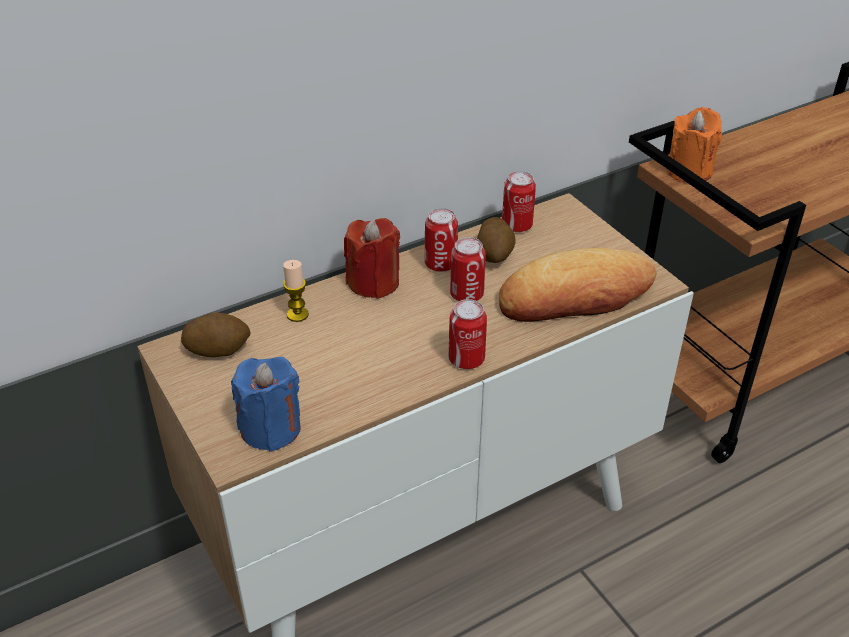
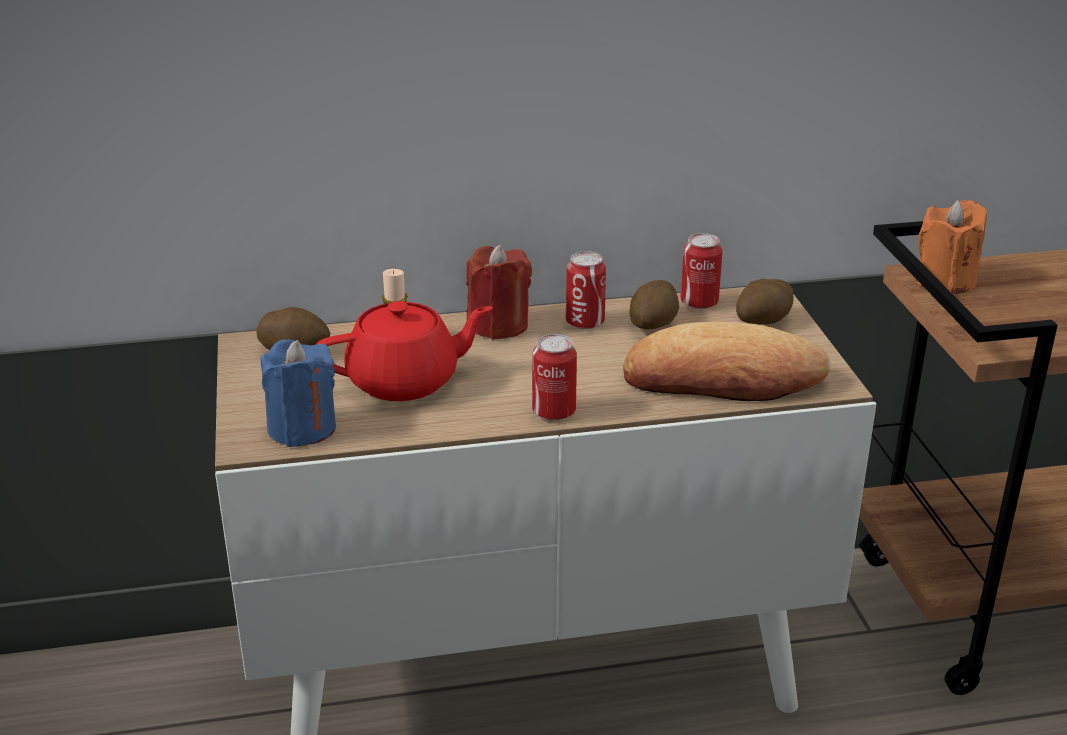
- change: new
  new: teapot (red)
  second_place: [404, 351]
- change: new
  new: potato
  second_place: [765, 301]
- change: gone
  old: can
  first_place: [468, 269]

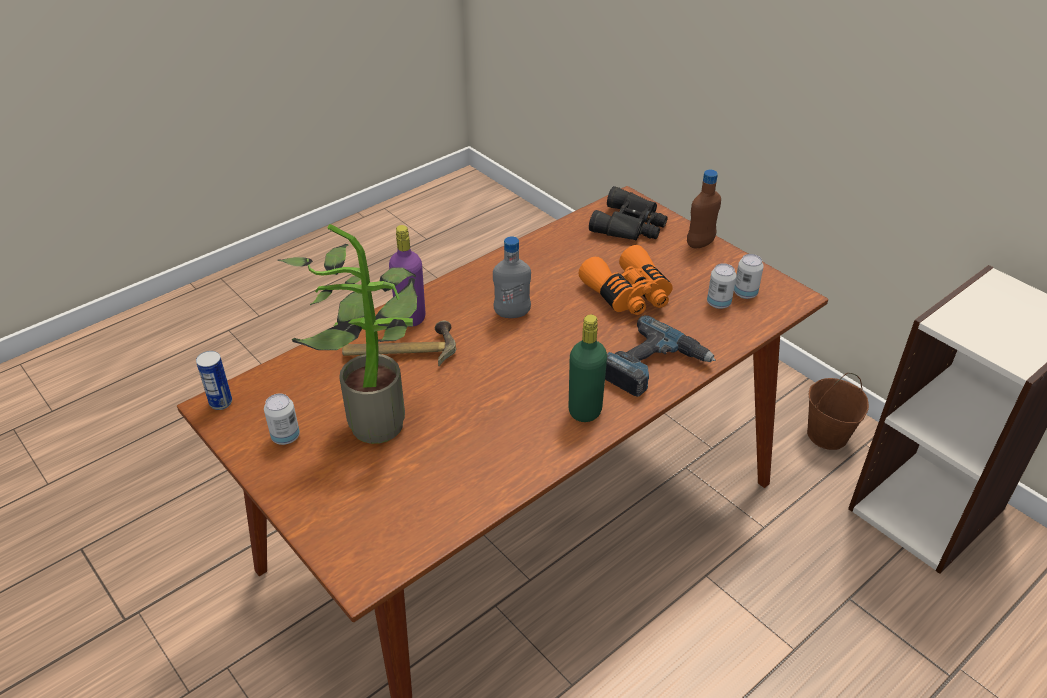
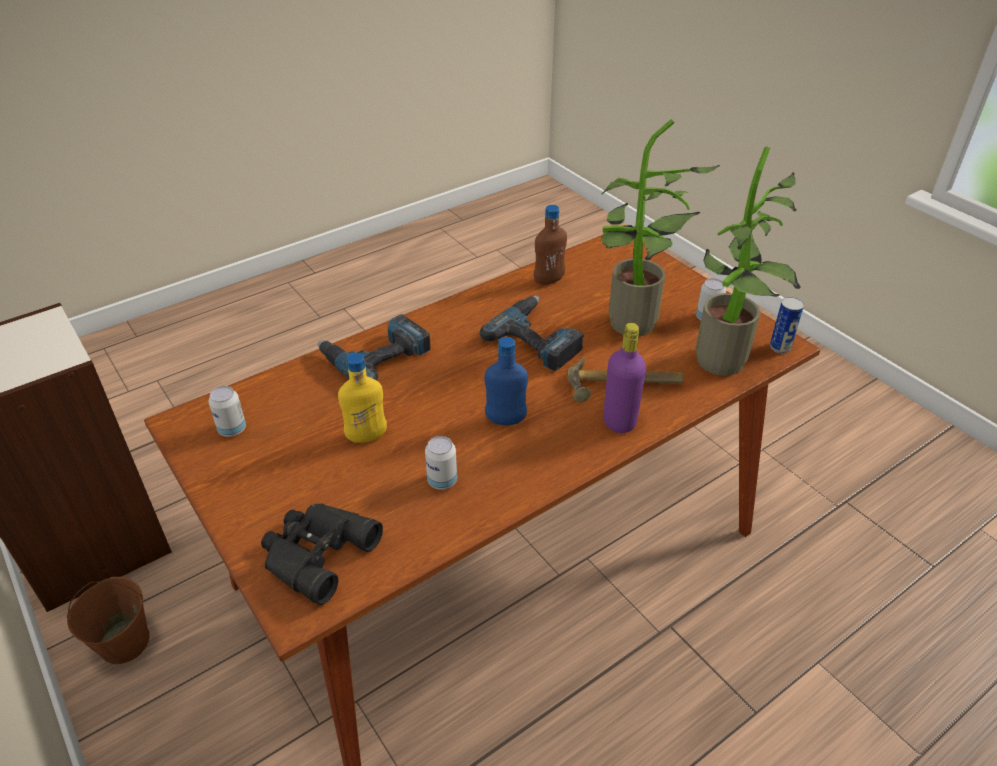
- change: swapped
  old: binoculars (orange)
  new: bottle (yellow)
  first_place: [626, 280]
  second_place: [362, 398]
- change: shifted
  old: can
  first_place: [721, 286]
  second_place: [441, 463]
- change: new
  new: power drill
  second_place: [532, 333]
- change: repainted
  old: bottle (grey)
  new: bottle (blue)
  first_place: [512, 277]
  second_place: [506, 381]
- change: shifted
  old: bottle (brown)
  first_place: [704, 209]
  second_place: [550, 245]
- change: new
  new: potted plant
  second_place: [748, 261]
- change: gone
  old: bottle (green)
  first_place: [587, 368]

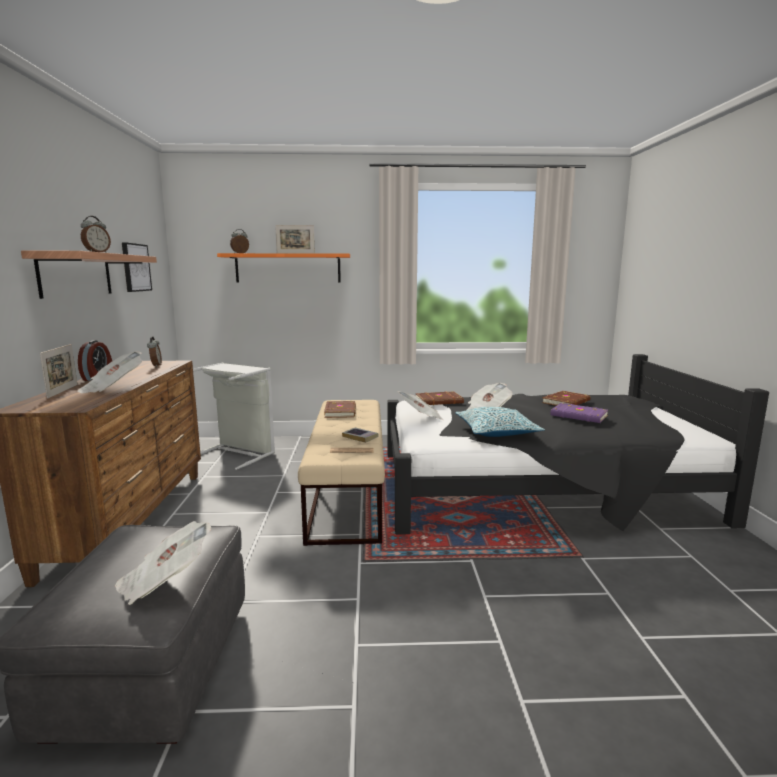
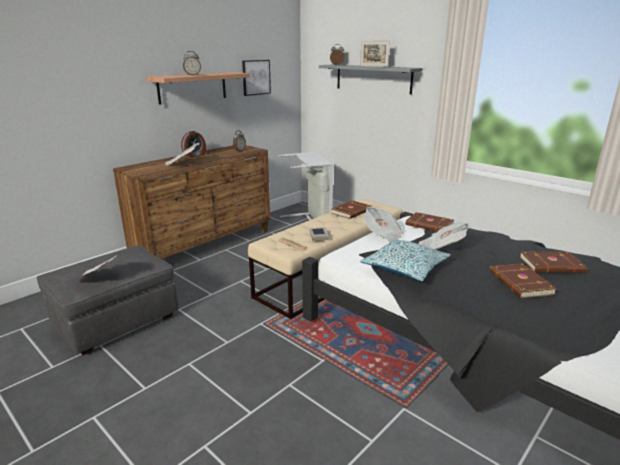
- change: repainted
  old: shelf (orange)
  new: shelf (grey)
  first_place: [283, 267]
  second_place: [371, 79]
- change: repainted
  old: book (purple)
  new: book (brown)
  first_place: [579, 413]
  second_place: [523, 280]
- change: gone
  old: picture frame
  first_place: [58, 371]

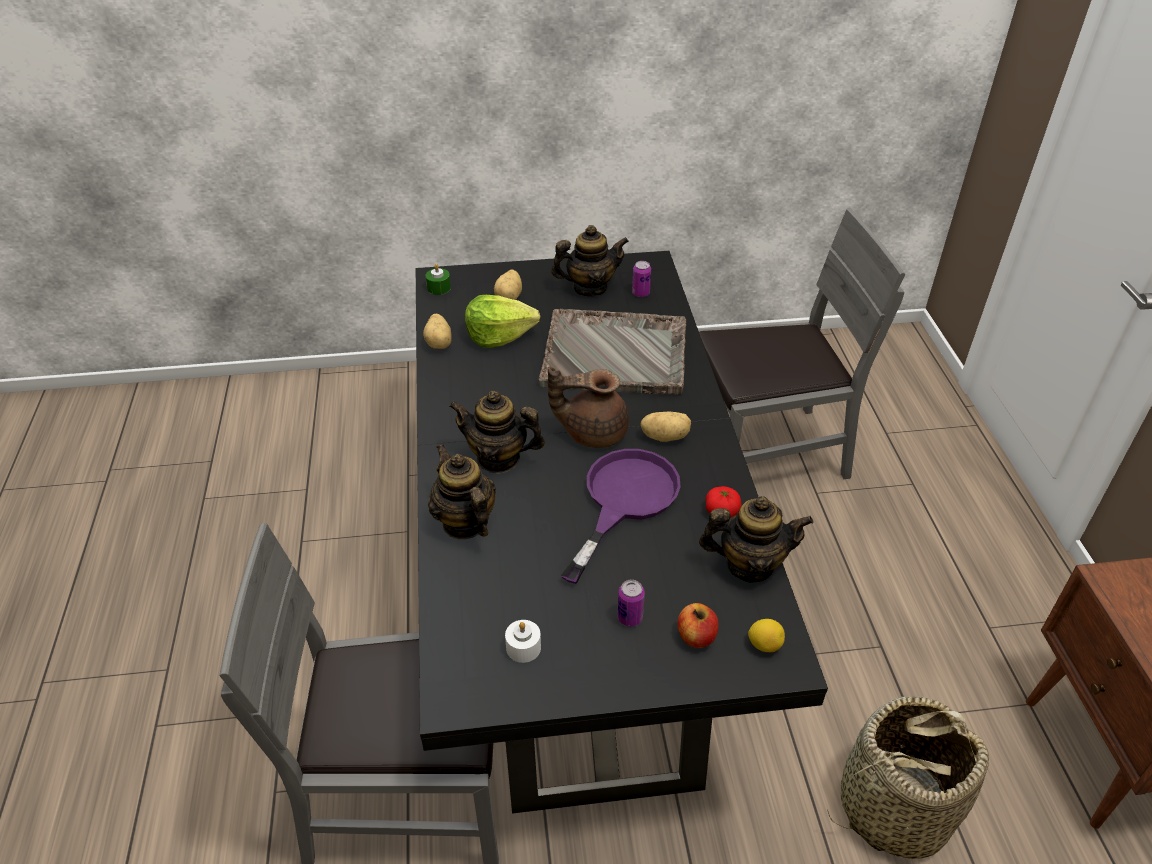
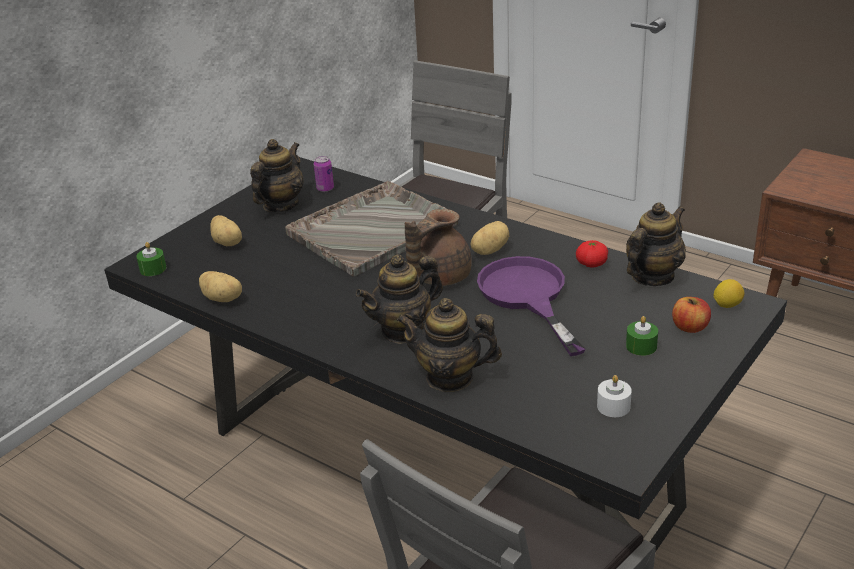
- change: swapped
  old: can
  new: candle (green)
  first_place: [631, 603]
  second_place: [642, 336]
- change: gone
  old: lettuce
  first_place: [502, 321]
- change: gone
  old: basket
  first_place: [908, 777]

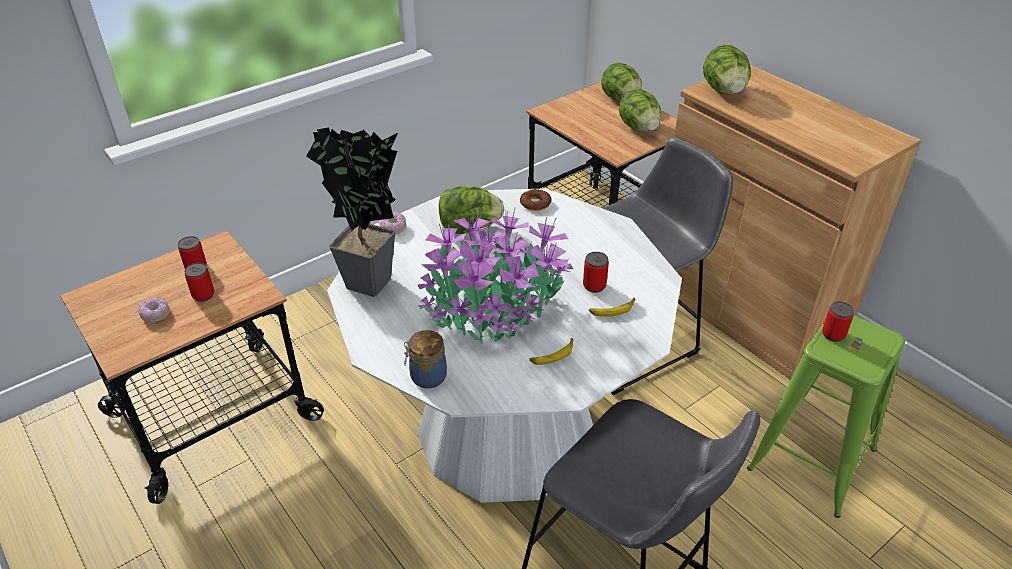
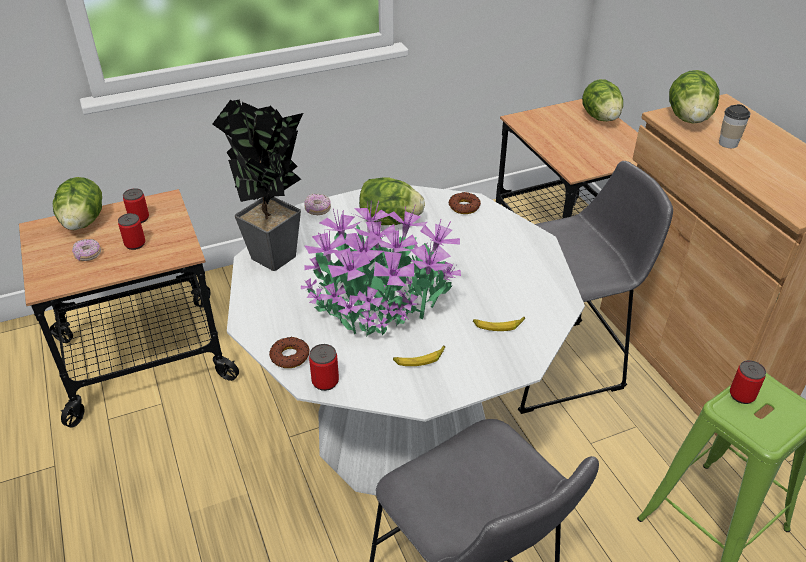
- change: shifted
  old: lettuce
  first_place: [640, 110]
  second_place: [77, 203]
- change: swapped
  old: jar
  new: donut
  first_place: [425, 359]
  second_place: [289, 352]
- change: shifted
  old: can
  first_place: [596, 272]
  second_place: [324, 367]
- change: new
  new: cup
  second_place: [735, 126]

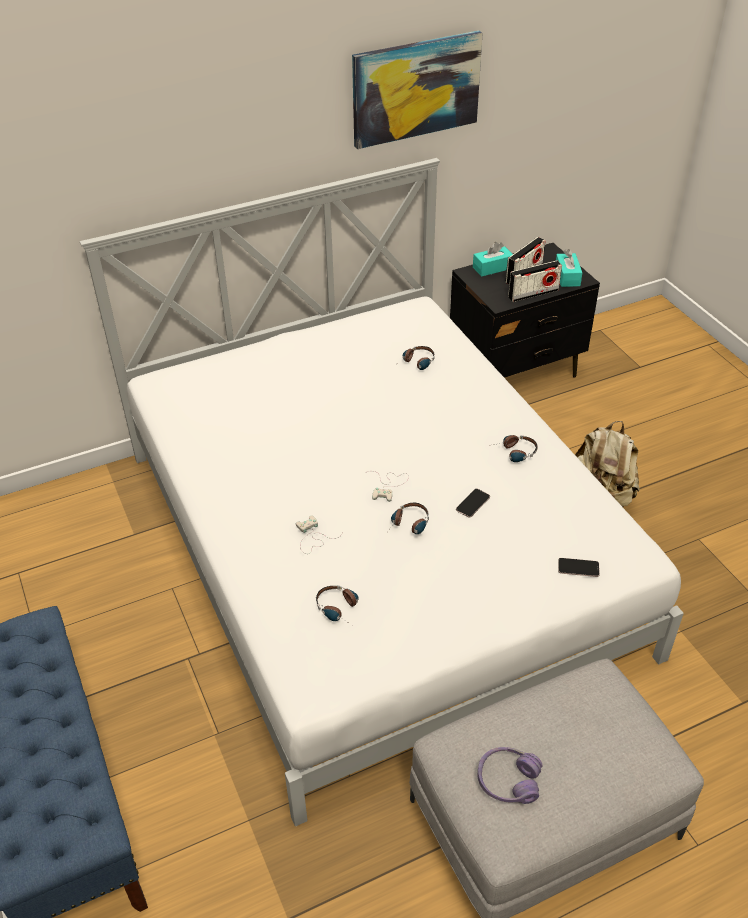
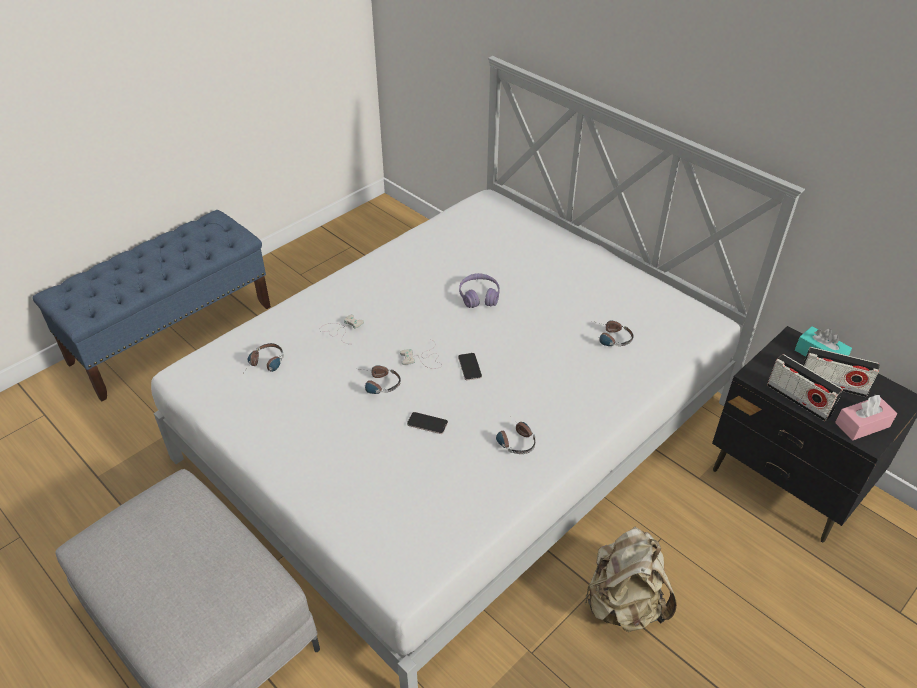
- change: shifted
  old: phone
  first_place: [579, 567]
  second_place: [470, 366]
- change: shifted
  old: headphones (purple)
  first_place: [510, 775]
  second_place: [479, 290]
- change: repainted
  old: tissue box (turquoise)
  new: tissue box (pink)
  first_place: [569, 268]
  second_place: [866, 417]
- change: gone
  old: picture
  first_place: [417, 90]

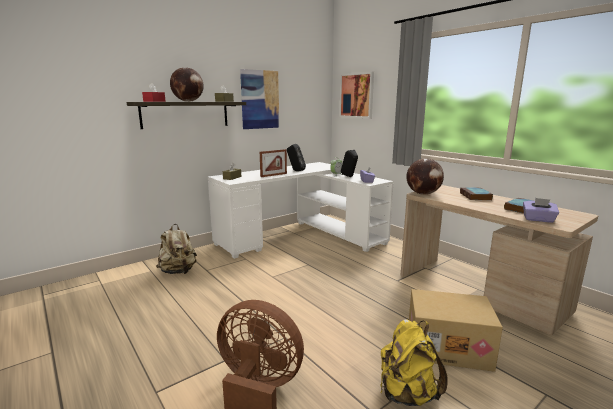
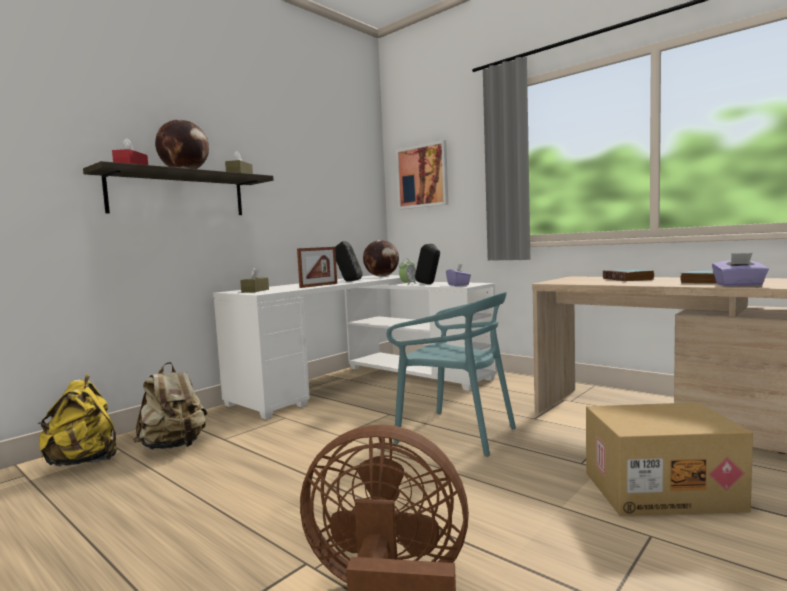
- change: shifted
  old: backpack (yellow)
  first_place: [414, 362]
  second_place: [77, 420]
- change: shifted
  old: globe
  first_place: [425, 176]
  second_place: [381, 258]
- change: new
  new: chair (turquoise)
  second_place: [451, 374]
- change: gone
  old: picture
  first_place: [259, 99]

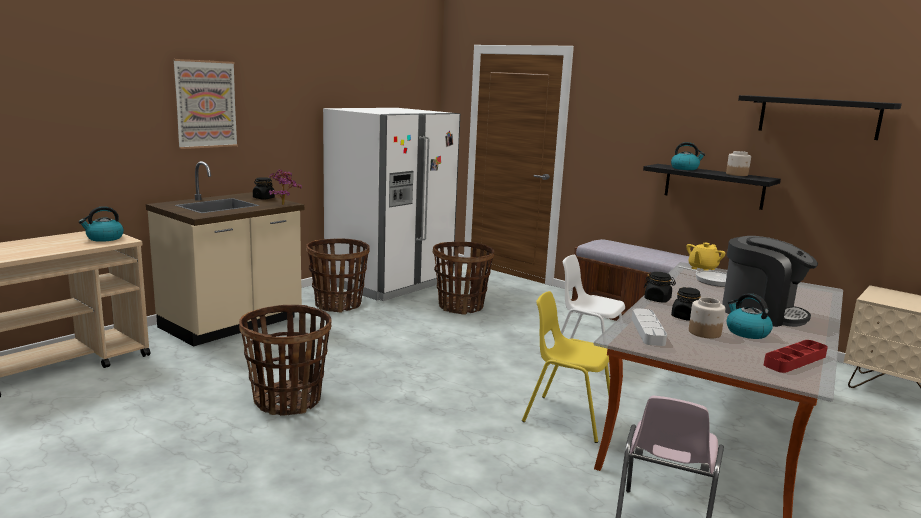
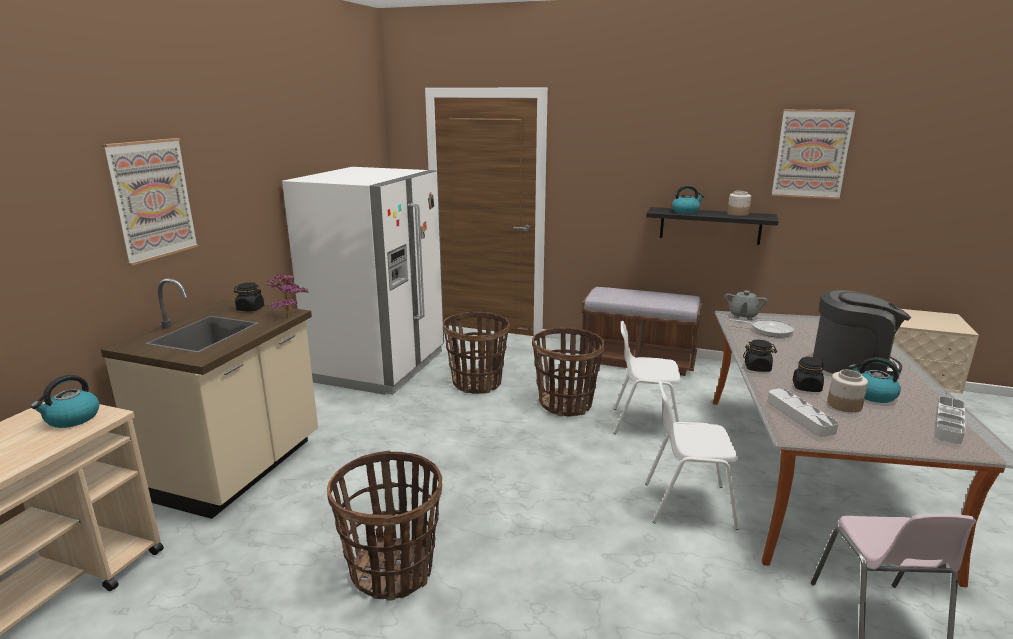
- change: shifted
  old: basket
  first_place: [337, 275]
  second_place: [568, 372]
- change: repainted
  old: chair (yellow)
  new: chair (white)
  first_place: [566, 367]
  second_place: [692, 455]
- change: repainted
  old: teapot (yellow)
  new: teapot (grey)
  first_place: [705, 257]
  second_place: [746, 305]
- change: swapped
  old: shelf (black)
  new: picture
  first_place: [820, 117]
  second_place: [814, 154]
- change: repainted
  old: tray (red)
  new: tray (grey)
  first_place: [796, 356]
  second_place: [949, 420]

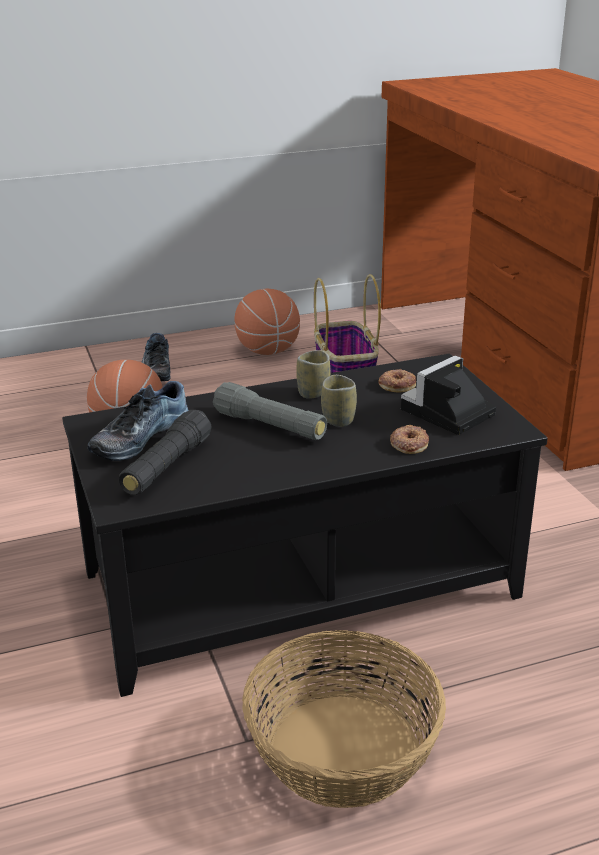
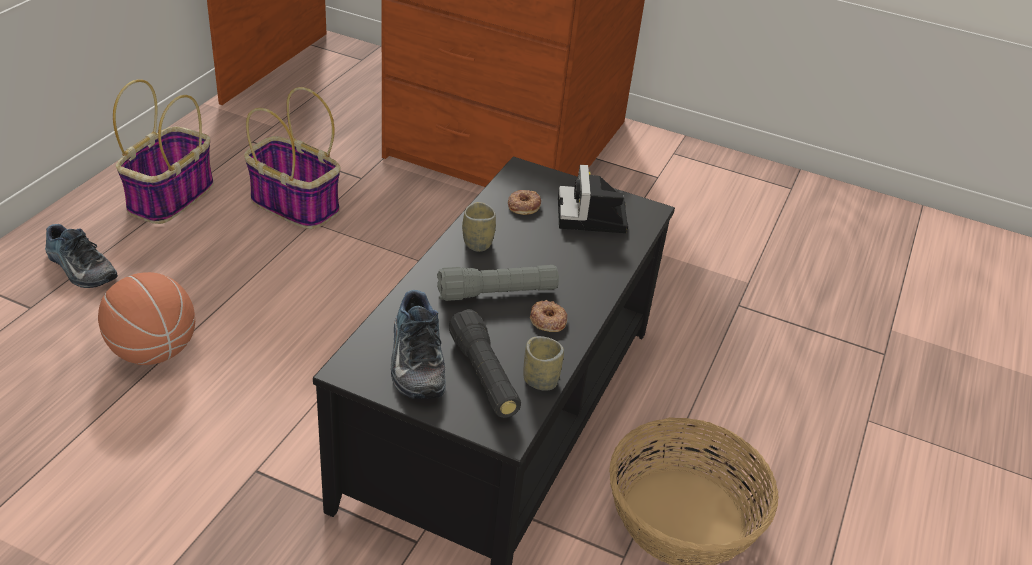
- change: swapped
  old: basketball
  new: basket
  first_place: [267, 322]
  second_place: [163, 151]
- change: shifted
  old: cup
  first_place: [339, 401]
  second_place: [543, 363]
- change: shifted
  old: donut
  first_place: [409, 439]
  second_place: [548, 316]

